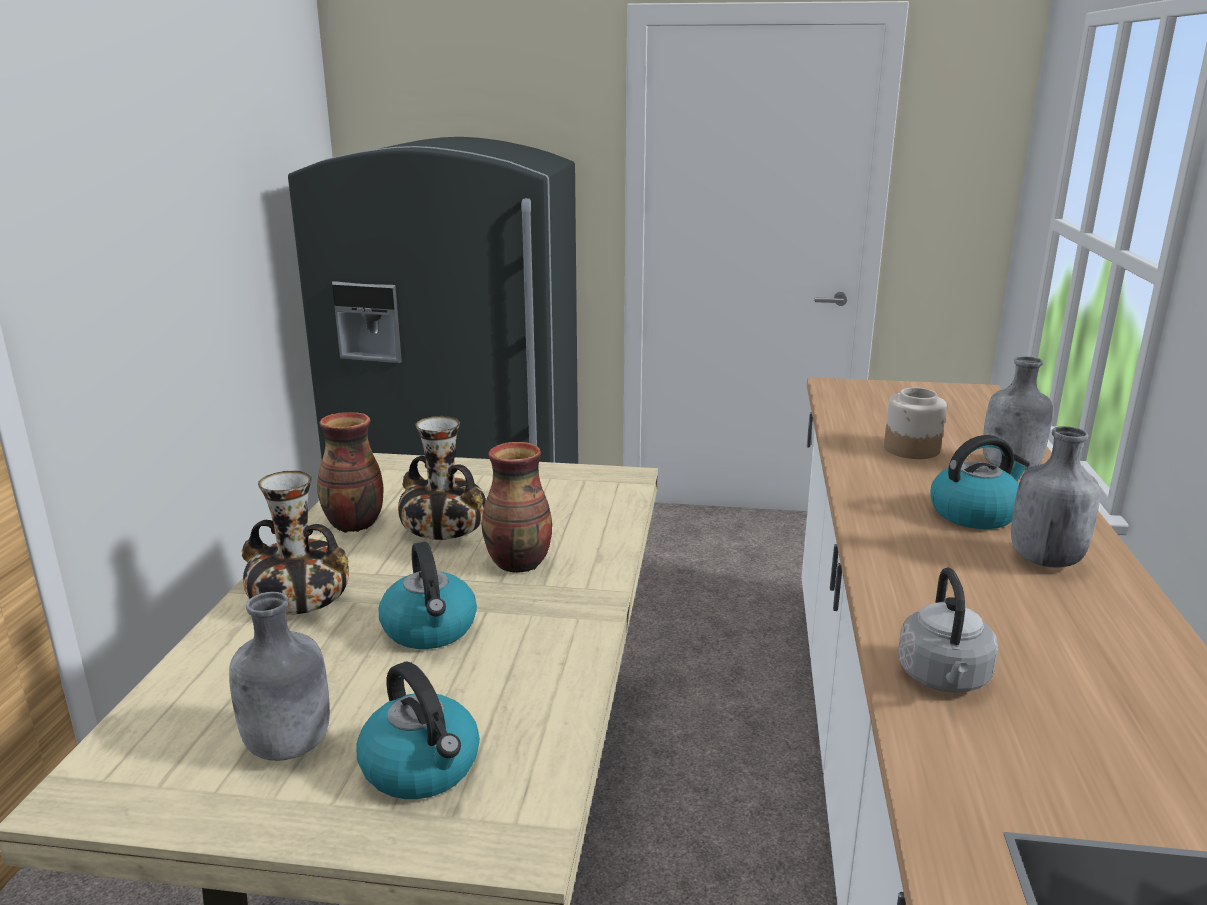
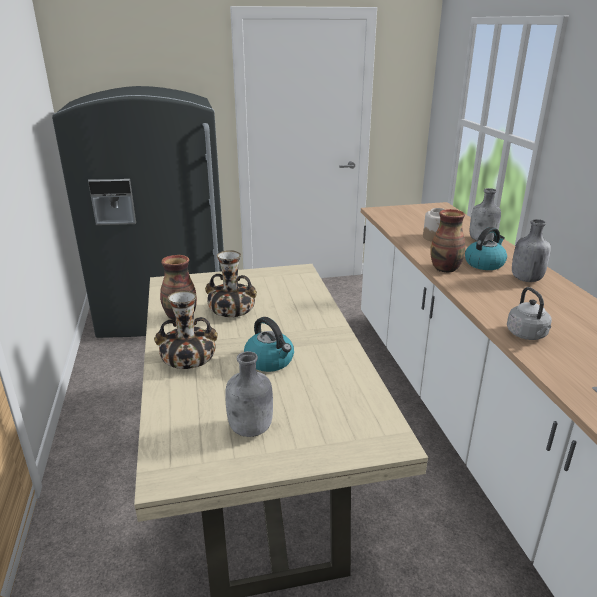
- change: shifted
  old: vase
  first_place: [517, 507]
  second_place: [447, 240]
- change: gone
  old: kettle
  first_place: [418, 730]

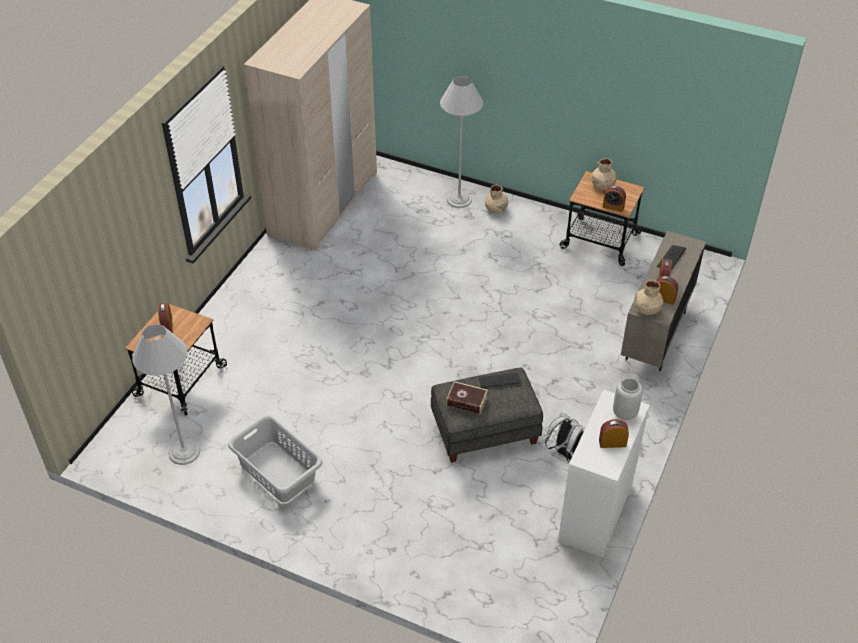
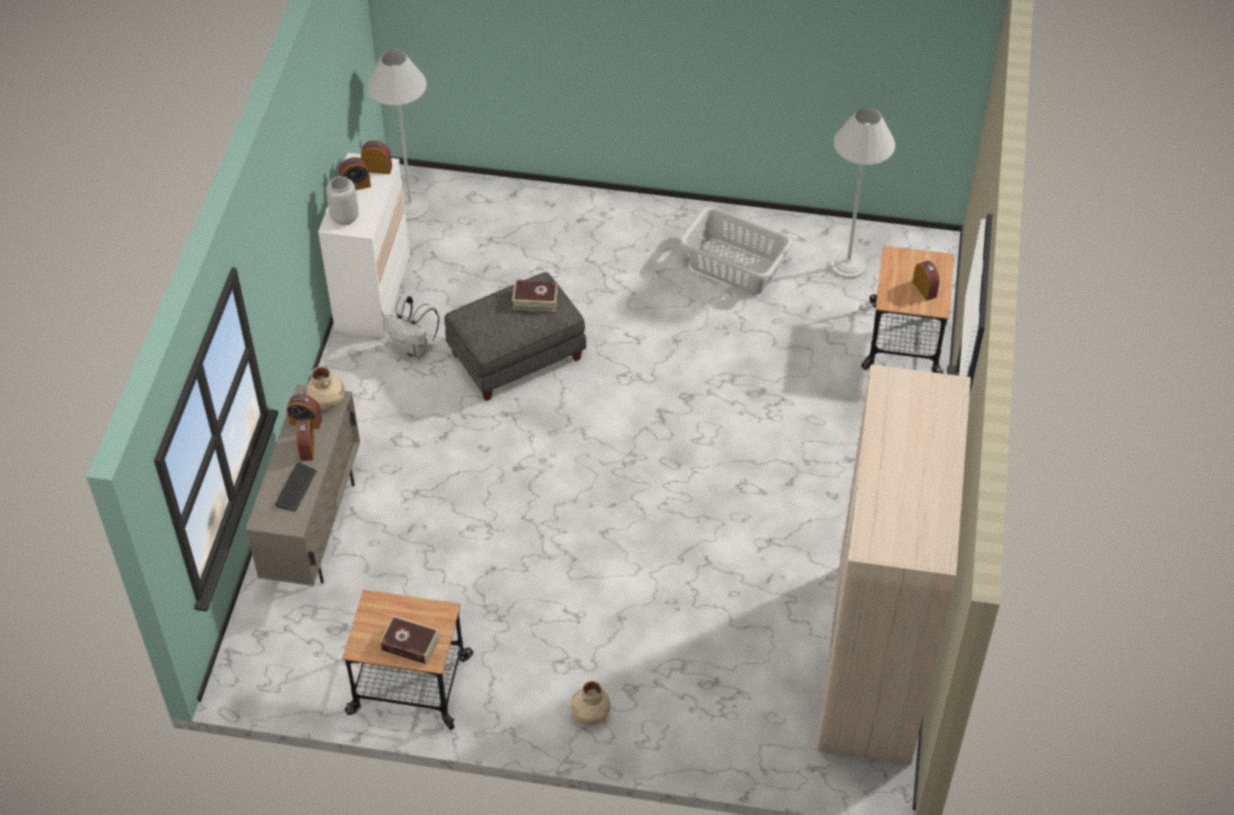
- change: shifted
  old: alarm clock
  first_place: [614, 199]
  second_place: [376, 157]
- change: shifted
  old: floor lamp (white)
  first_place: [461, 142]
  second_place: [397, 135]
- change: swapped
  old: vase (beige)
  new: book
  first_place: [604, 174]
  second_place: [410, 640]
- change: gone
  old: keyboard
  first_place: [500, 380]

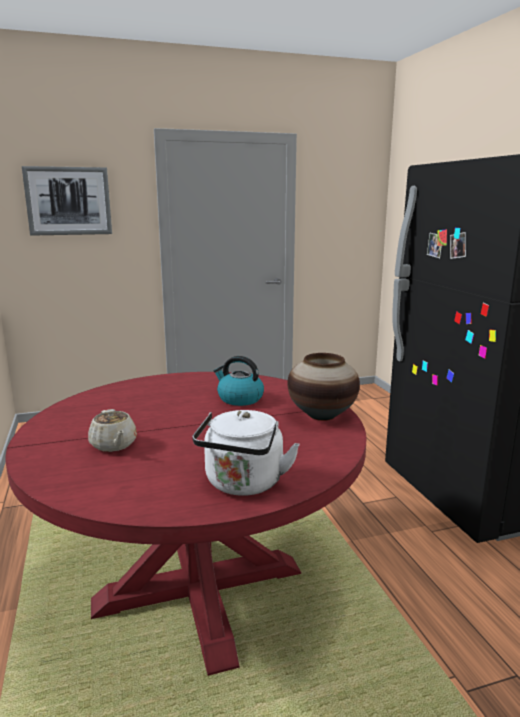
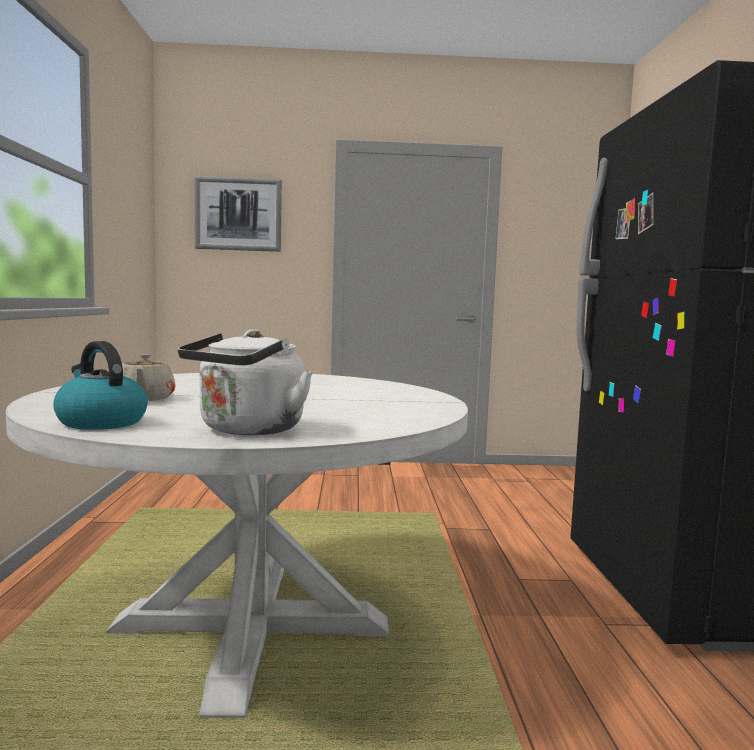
- change: repainted
  old: dining table (red)
  new: dining table (white)
  first_place: [185, 524]
  second_place: [237, 545]
- change: shifted
  old: kettle
  first_place: [238, 381]
  second_place: [100, 385]
- change: gone
  old: vase
  first_place: [323, 387]

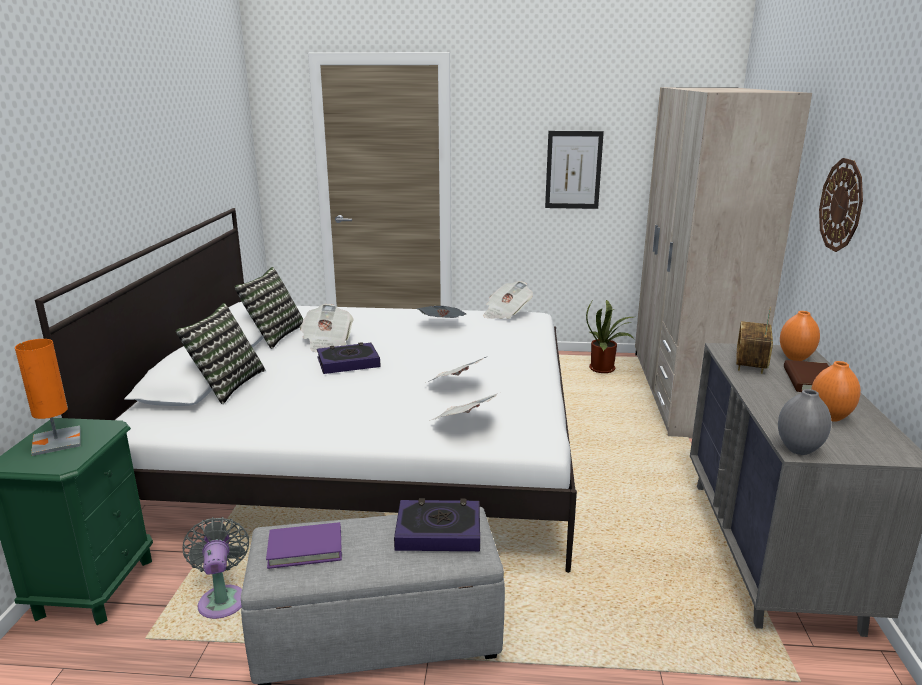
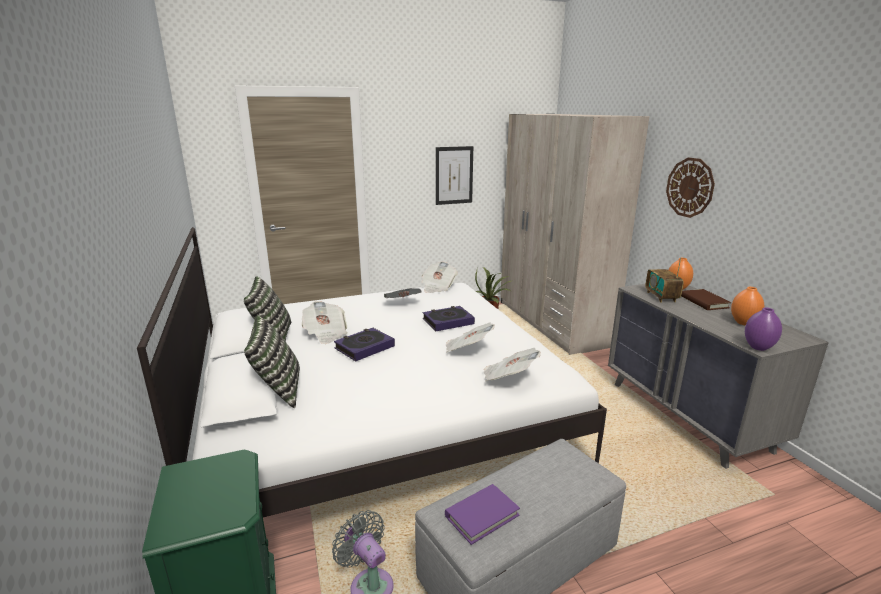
- change: shifted
  old: book
  first_place: [437, 524]
  second_place: [449, 318]
- change: repainted
  old: vase (grey)
  new: vase (purple)
  first_place: [804, 422]
  second_place: [763, 329]
- change: gone
  old: table lamp (orange)
  first_place: [47, 397]

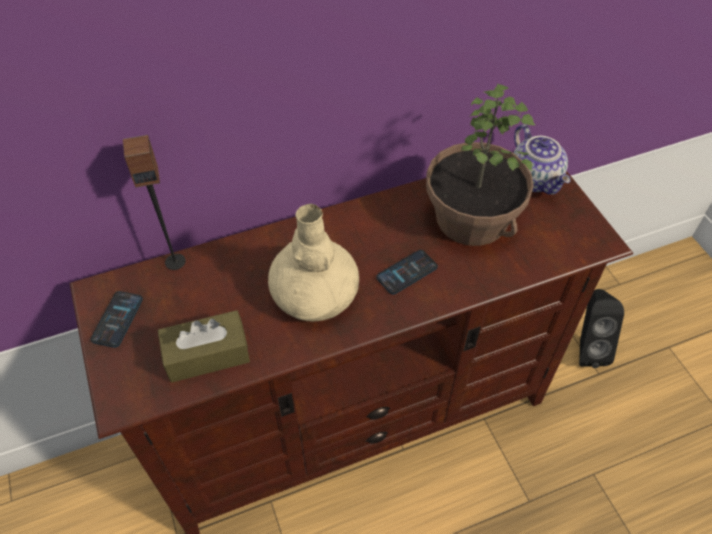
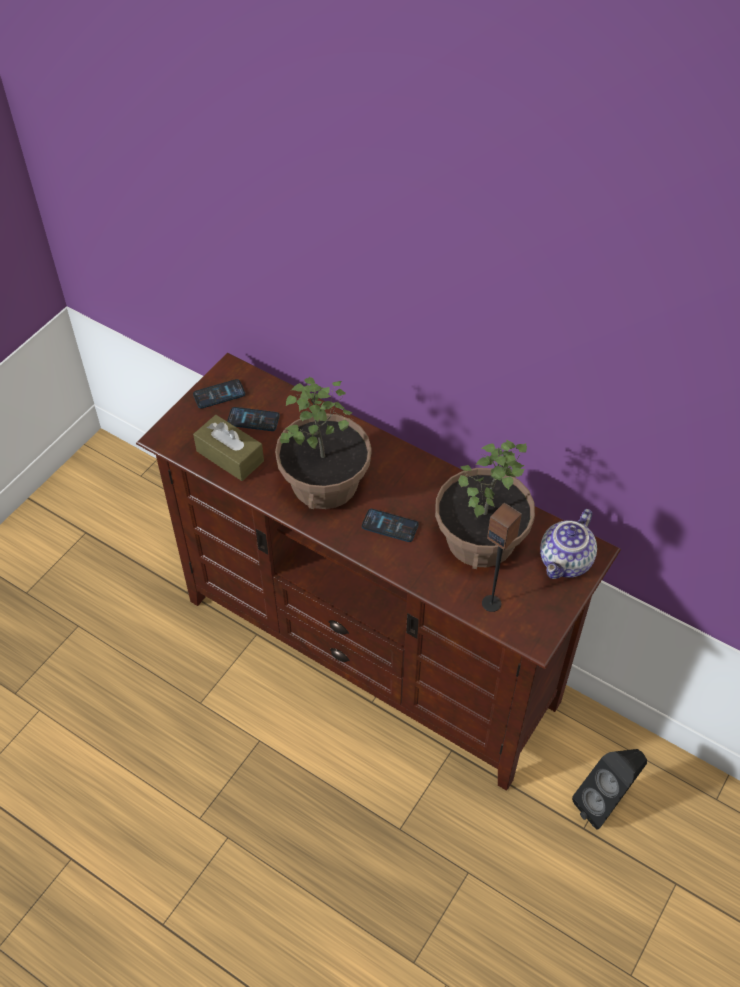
- change: new
  new: phone
  second_place: [253, 419]
- change: swapped
  old: vase (beige)
  new: potted plant
  first_place: [313, 263]
  second_place: [323, 443]
- change: shifted
  old: speaker
  first_place: [154, 202]
  second_place: [502, 557]

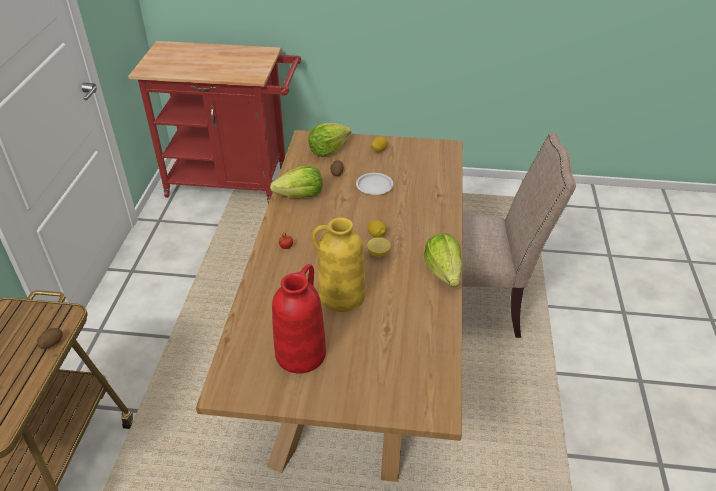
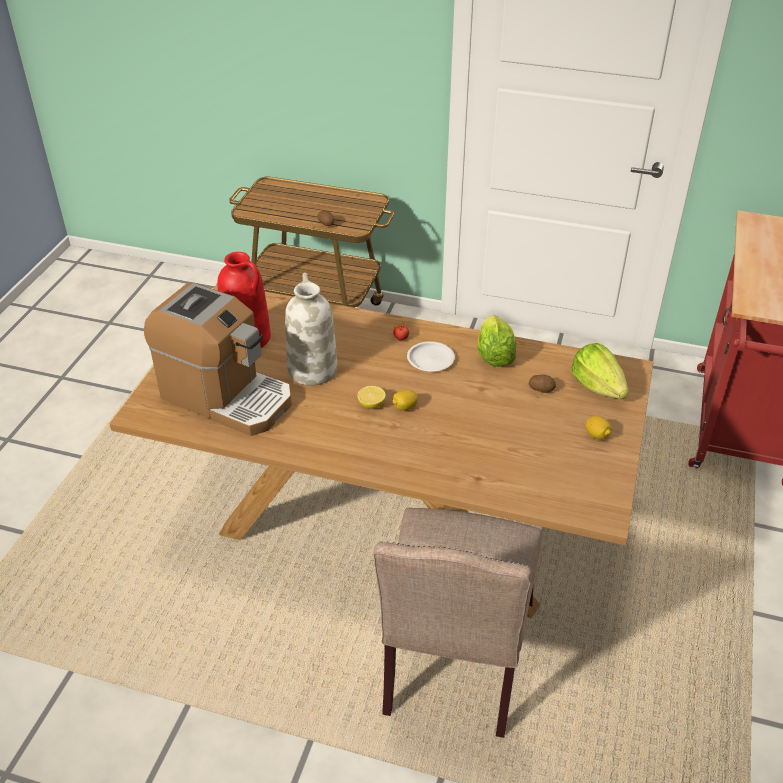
- change: new
  new: coffee machine
  second_place: [218, 359]
- change: repainted
  old: vase (yellow)
  new: vase (white)
  first_place: [338, 264]
  second_place: [311, 329]
- change: shifted
  old: plate (white)
  first_place: [374, 184]
  second_place: [431, 356]
- change: gone
  old: lettuce
  first_place: [443, 259]

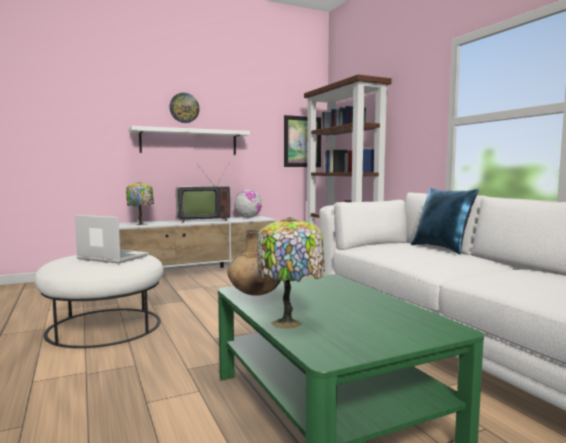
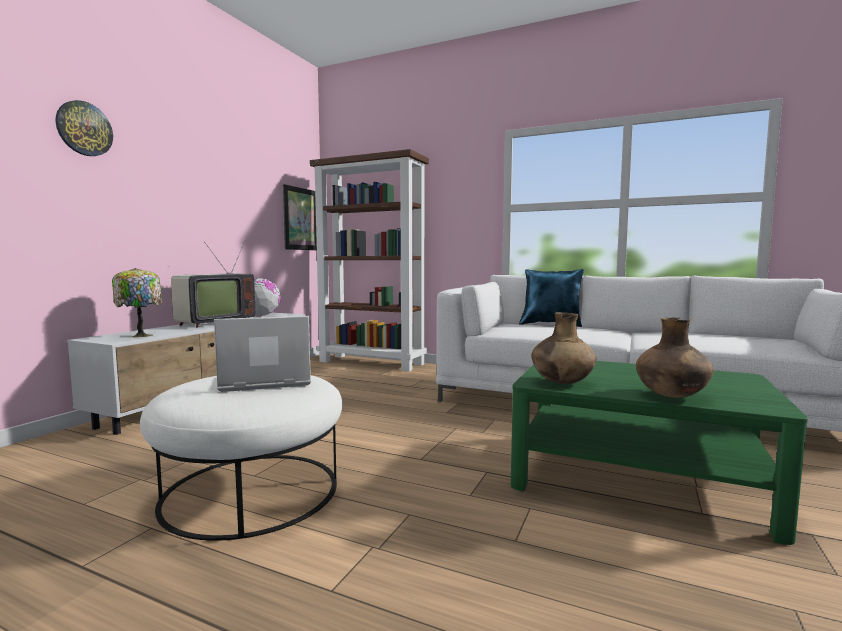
- change: shifted
  old: wall clock
  first_place: [185, 108]
  second_place: [84, 128]
- change: swapped
  old: table lamp
  new: vase (brown)
  first_place: [291, 273]
  second_place: [675, 358]
- change: gone
  old: shelf (white)
  first_place: [189, 140]

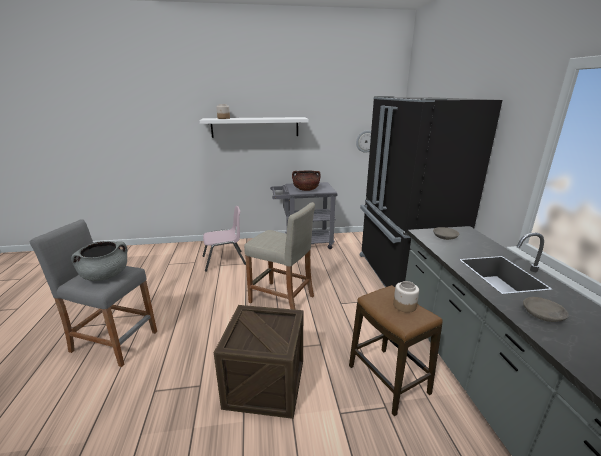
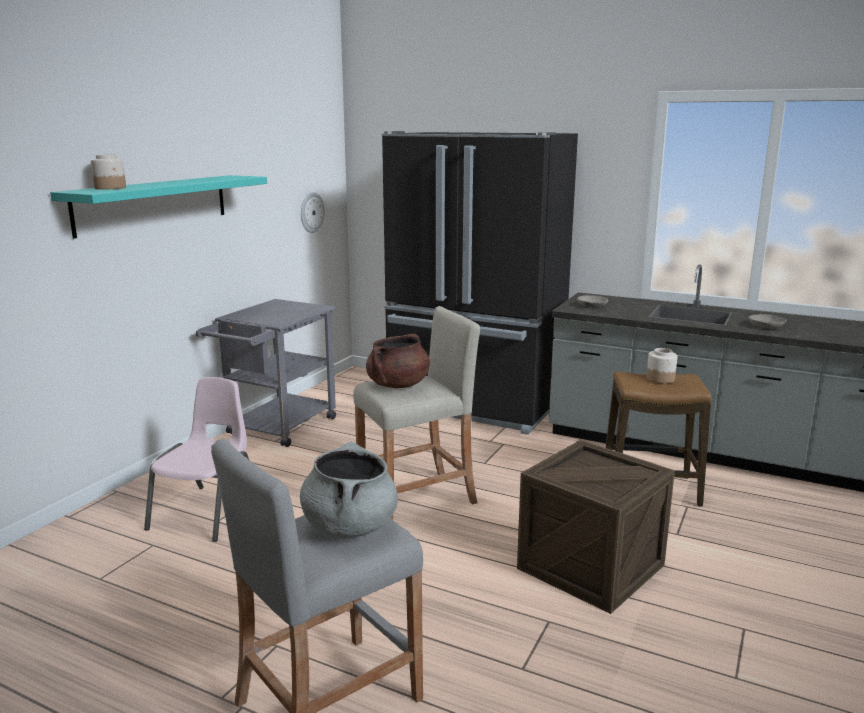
- change: repainted
  old: shelf (white)
  new: shelf (turquoise)
  first_place: [254, 127]
  second_place: [158, 207]
- change: shifted
  old: cooking pot (brown)
  first_place: [306, 180]
  second_place: [398, 361]

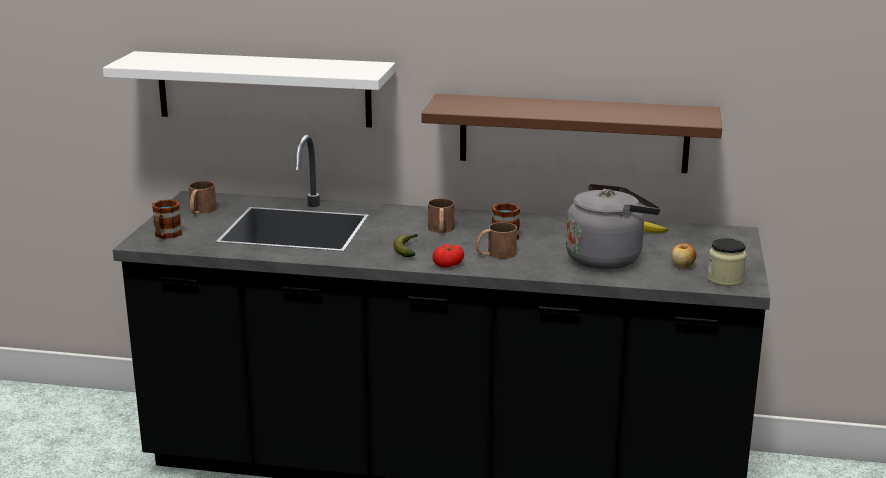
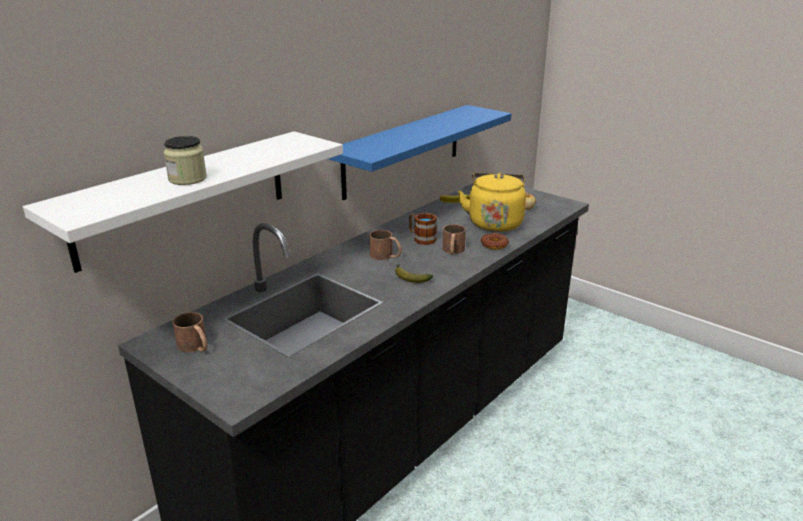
- change: shifted
  old: jar
  first_place: [726, 262]
  second_place: [185, 160]
- change: repainted
  old: shelf (brown)
  new: shelf (blue)
  first_place: [571, 133]
  second_place: [420, 152]
- change: repainted
  old: kettle (grey)
  new: kettle (yellow)
  first_place: [613, 226]
  second_place: [492, 202]
- change: new
  new: donut
  second_place: [495, 241]
- change: gone
  old: mug
  first_place: [167, 219]
- change: gone
  old: tomato
  first_place: [448, 256]

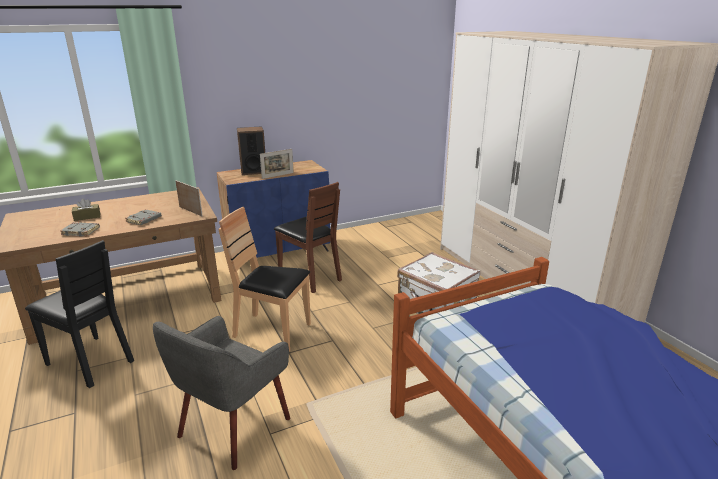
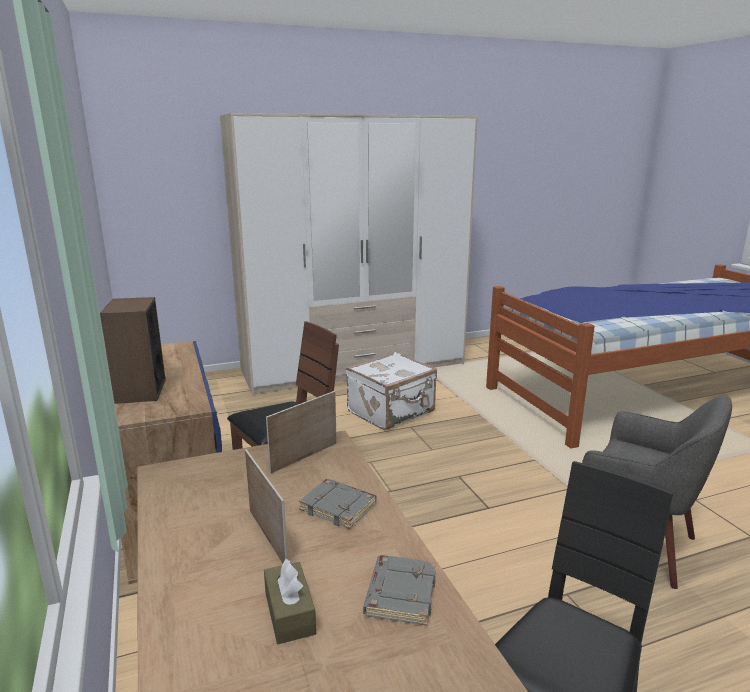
- change: shifted
  old: picture frame
  first_place: [277, 164]
  second_place: [266, 506]
- change: gone
  old: chair (brown)
  first_place: [264, 279]

